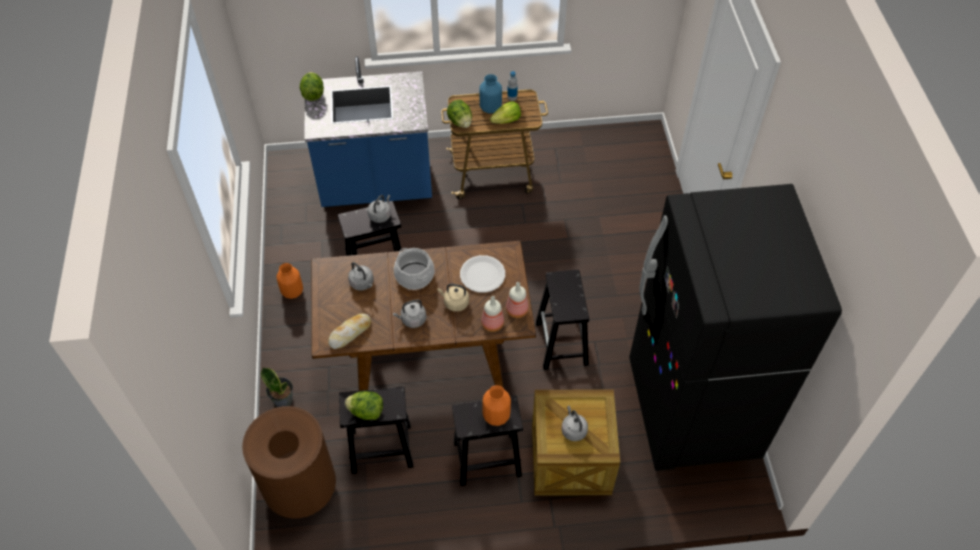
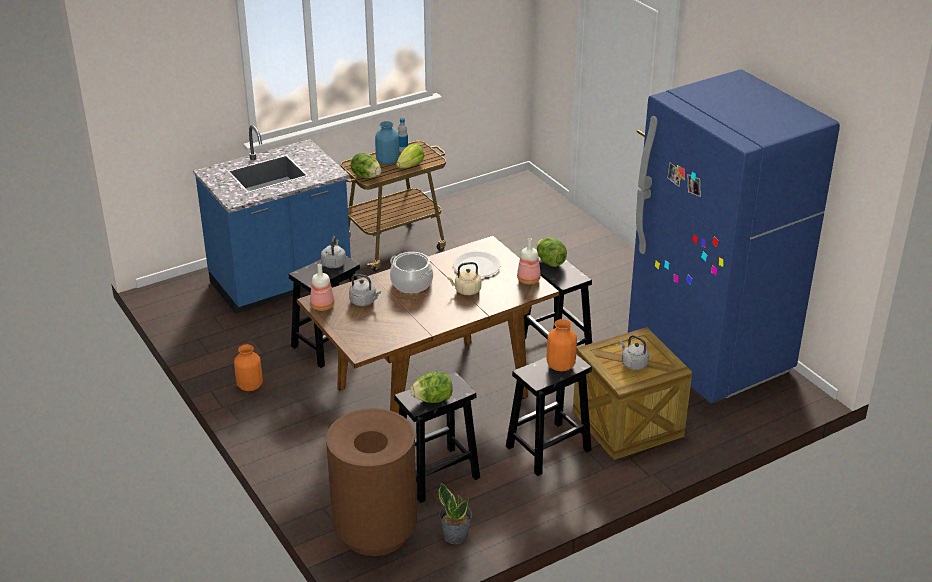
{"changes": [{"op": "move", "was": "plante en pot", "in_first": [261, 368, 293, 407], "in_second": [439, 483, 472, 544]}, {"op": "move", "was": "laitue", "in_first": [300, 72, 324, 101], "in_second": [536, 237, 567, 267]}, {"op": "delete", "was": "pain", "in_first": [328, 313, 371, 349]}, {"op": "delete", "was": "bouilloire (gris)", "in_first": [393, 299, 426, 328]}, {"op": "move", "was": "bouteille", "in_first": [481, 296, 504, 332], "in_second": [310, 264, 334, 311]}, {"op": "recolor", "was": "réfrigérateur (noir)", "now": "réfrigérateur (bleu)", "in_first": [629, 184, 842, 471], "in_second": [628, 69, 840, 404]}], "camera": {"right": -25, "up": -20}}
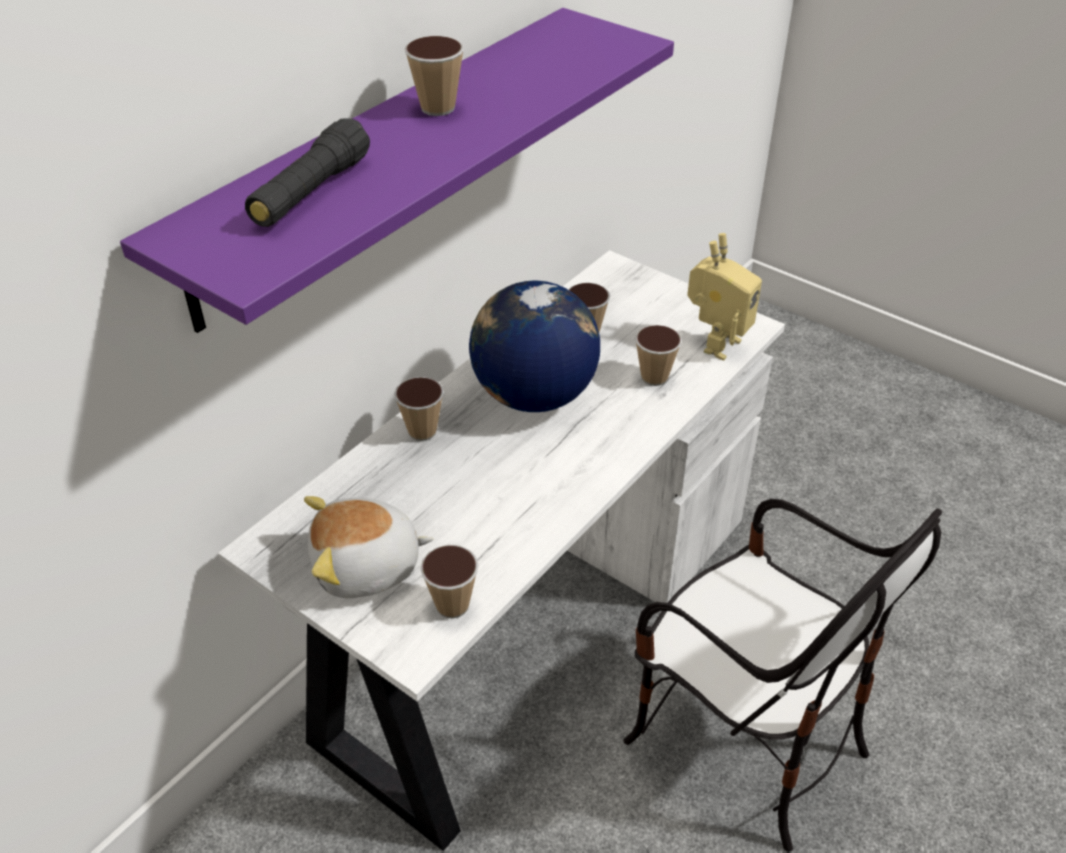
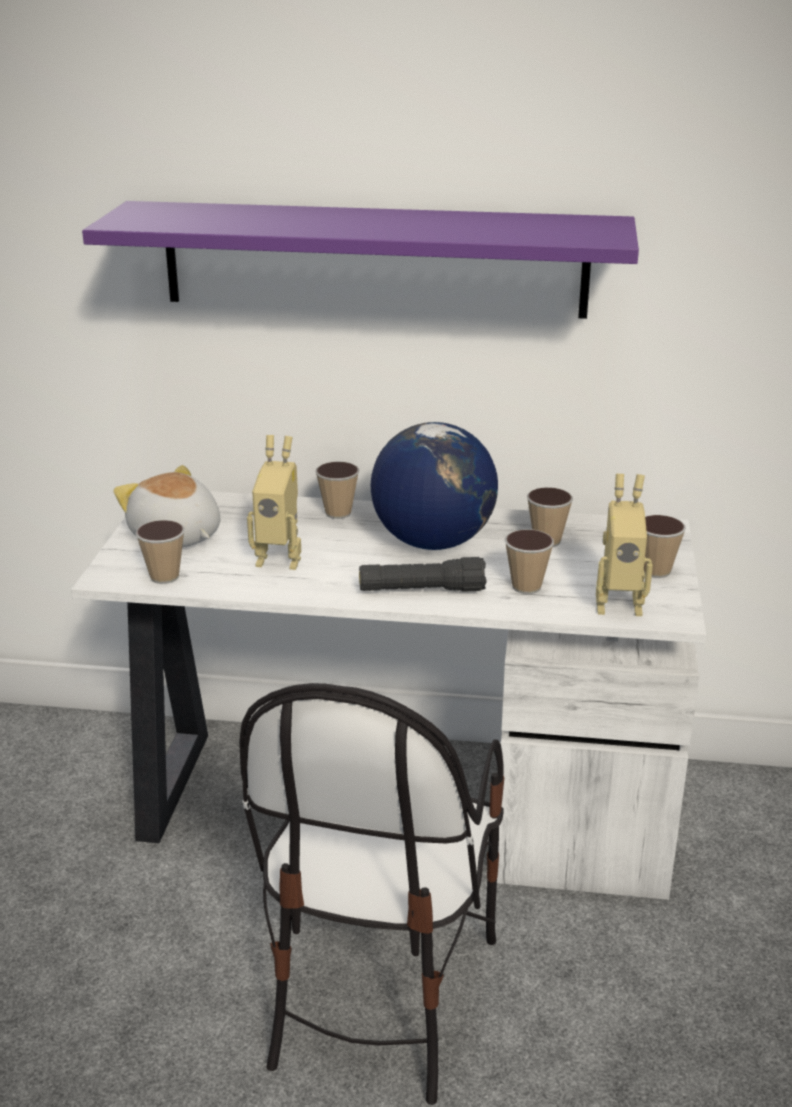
{"changes": [{"op": "move", "was": "lampe de poche (noir)", "in_first": [245, 118, 370, 227], "in_second": [359, 557, 487, 592]}, {"op": "move", "was": "tasse", "in_first": [405, 36, 464, 116], "in_second": [644, 515, 686, 578]}, {"op": "insert", "now": "robot jouet", "in_second": [247, 435, 301, 570]}], "camera": {"right": 60, "up": -15}}
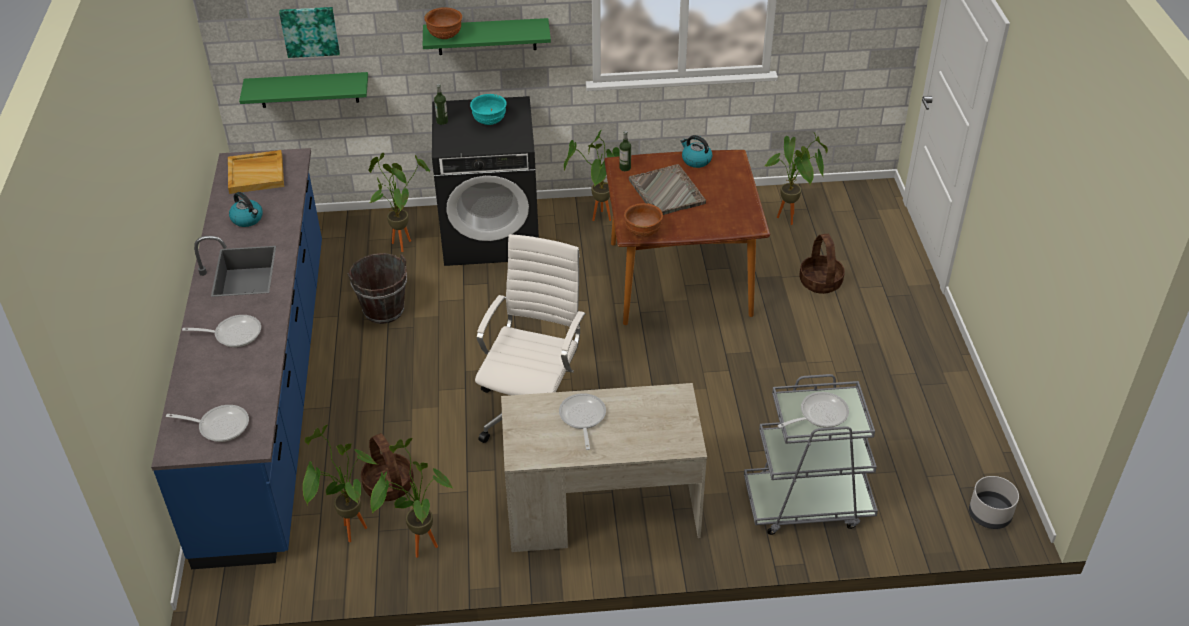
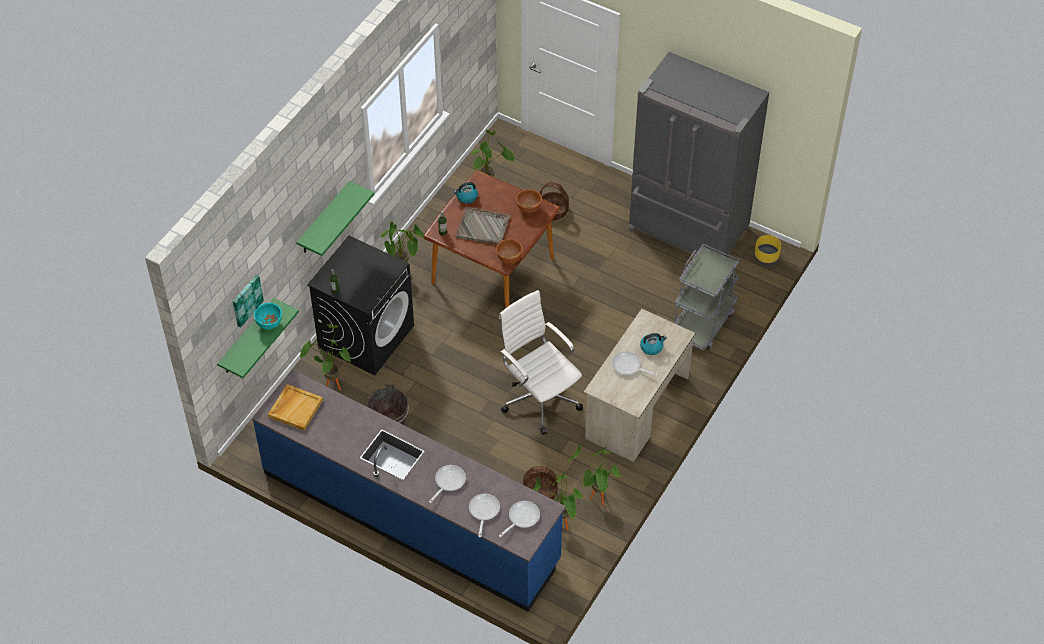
{"changes": [{"op": "move", "was": "bouilloire", "in_first": [229, 192, 263, 227], "in_second": [640, 333, 667, 355]}, {"op": "move", "was": "bol (marron)", "in_first": [424, 7, 462, 39], "in_second": [516, 189, 542, 213]}, {"op": "move", "was": "bol (turquoise)", "in_first": [470, 94, 507, 125], "in_second": [254, 303, 282, 330]}, {"op": "move", "was": "poêle", "in_first": [778, 392, 849, 428], "in_second": [469, 493, 500, 537]}, {"op": "recolor", "was": "cache-pot (gris)", "now": "cache-pot (jaune)", "in_first": [969, 476, 1019, 529], "in_second": [754, 235, 781, 266]}, {"op": "insert", "now": "réfrigérateur (gris)", "in_second": [629, 52, 769, 257]}], "camera": {"right": -55, "up": 10}}
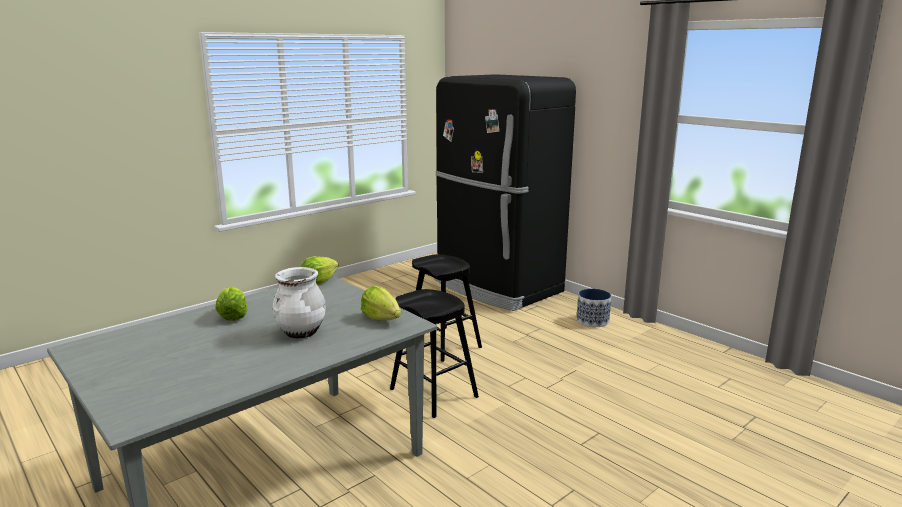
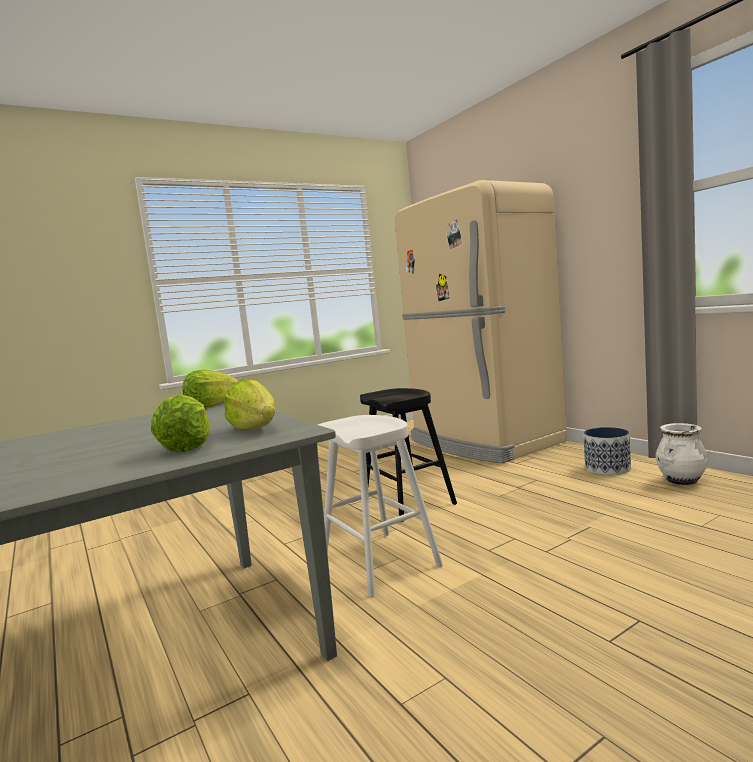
{"changes": [{"op": "move", "was": "laitue", "in_first": [215, 287, 248, 321], "in_second": [151, 394, 210, 453]}, {"op": "move", "was": "vase (blanc)", "in_first": [272, 267, 326, 338], "in_second": [656, 423, 708, 485]}, {"op": "recolor", "was": "tabouret (noir)", "now": "tabouret (blanc)", "in_first": [390, 289, 479, 418], "in_second": [318, 415, 443, 597]}, {"op": "recolor", "was": "réfrigérateur (noir)", "now": "réfrigérateur (beige)", "in_first": [434, 74, 576, 311], "in_second": [395, 180, 567, 464]}], "camera": {"right": 10, "up": -10}}
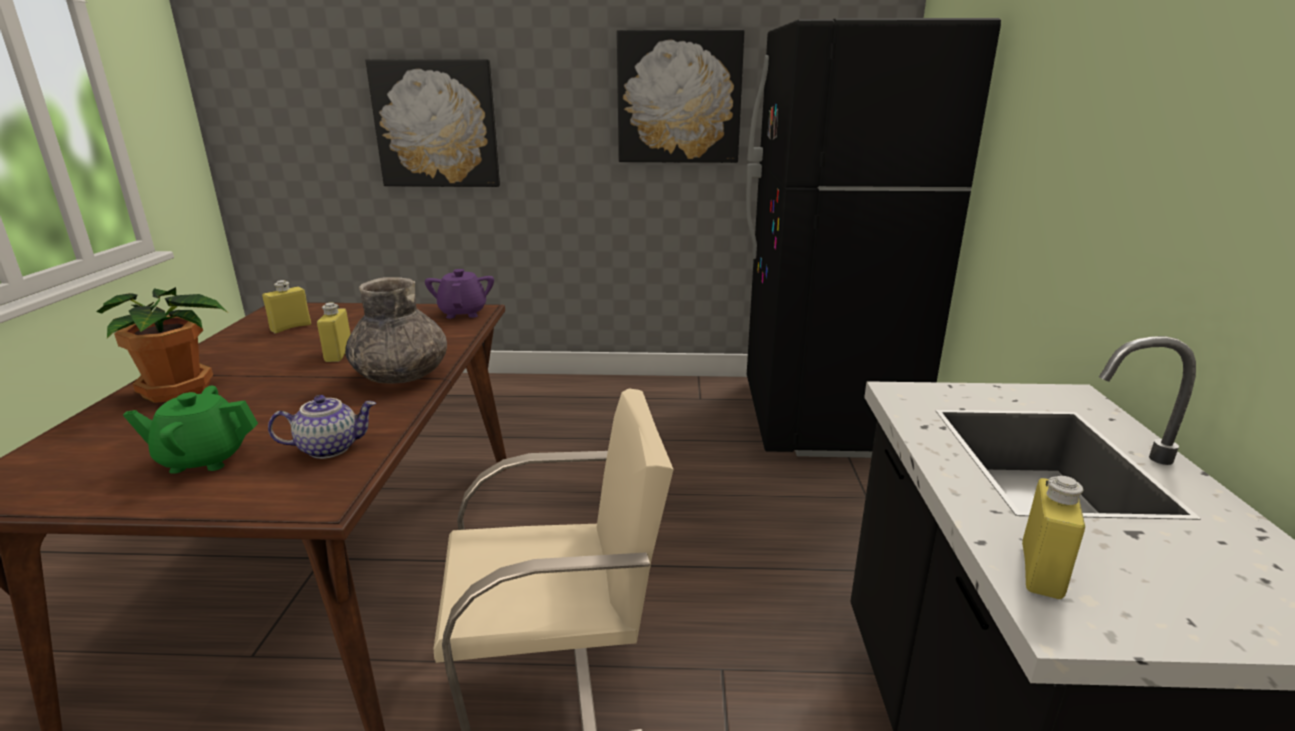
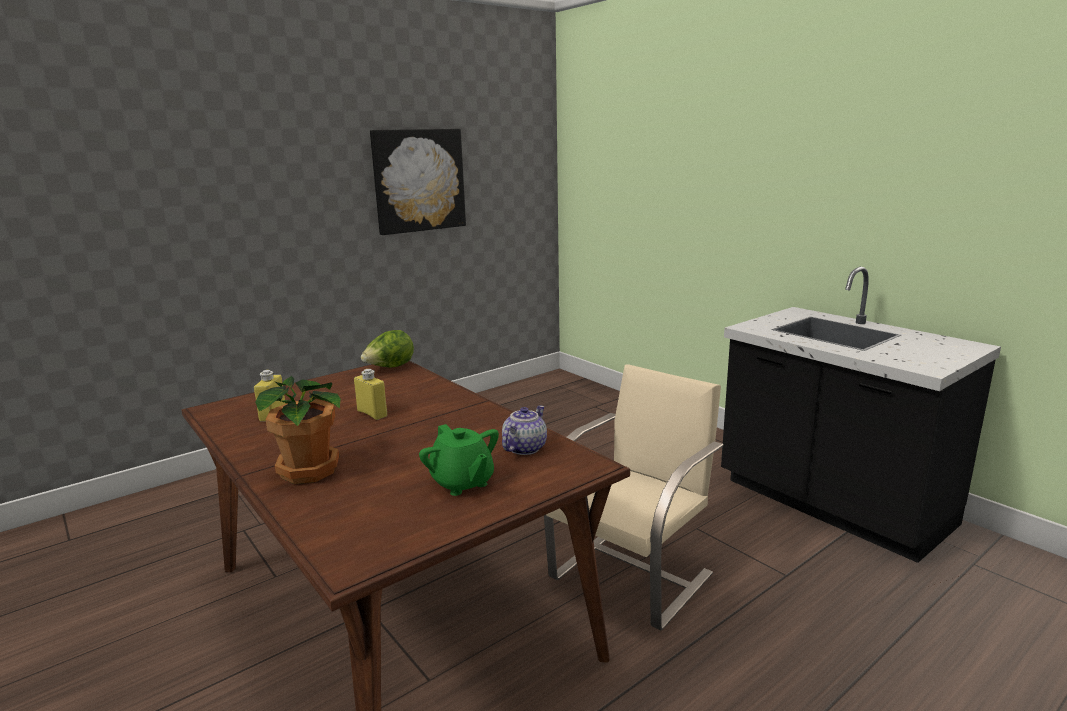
{"changes": [{"op": "rotate", "was": "théière (vert)", "in_first": [123, 386, 258, 474], "in_second": [419, 424, 499, 496], "clockwise": -75}, {"op": "delete", "was": "vase (gris)", "in_first": [345, 277, 447, 384]}, {"op": "delete", "was": "tableau", "in_first": [365, 59, 500, 187]}, {"op": "replace", "was": "théière (violet)", "now": "laitue", "in_first": [425, 269, 494, 319], "in_second": [361, 330, 414, 367]}, {"op": "delete", "was": "réfrigérateur (noir)", "in_first": [746, 18, 1001, 458]}, {"op": "delete", "was": "bouteille (jaune)", "in_first": [1022, 476, 1085, 599]}], "camera": {"right": -40, "up": -5}}
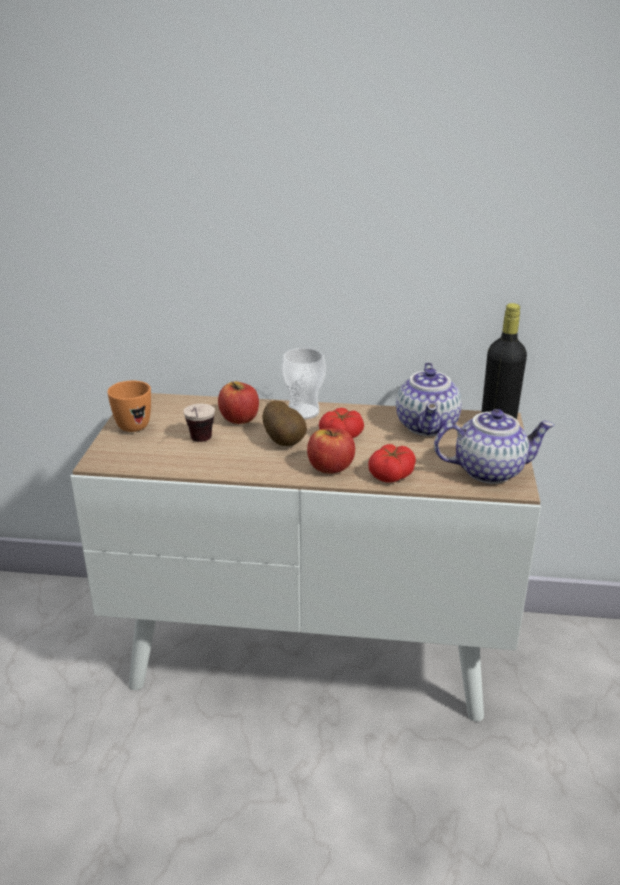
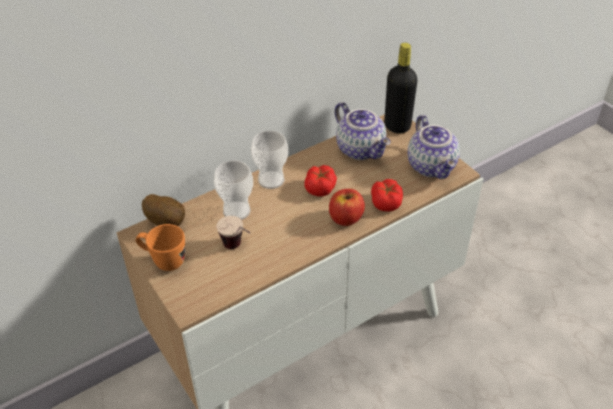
{"changes": [{"op": "replace", "was": "pomme", "now": "tasse", "in_first": [218, 381, 259, 424], "in_second": [214, 161, 253, 220]}, {"op": "move", "was": "pomme de terre", "in_first": [263, 400, 307, 446], "in_second": [142, 194, 185, 226]}, {"op": "rotate", "was": "théière", "in_first": [434, 409, 555, 484], "in_second": [408, 115, 460, 179], "clockwise": 120}], "camera": {"right": -40, "up": 15}}
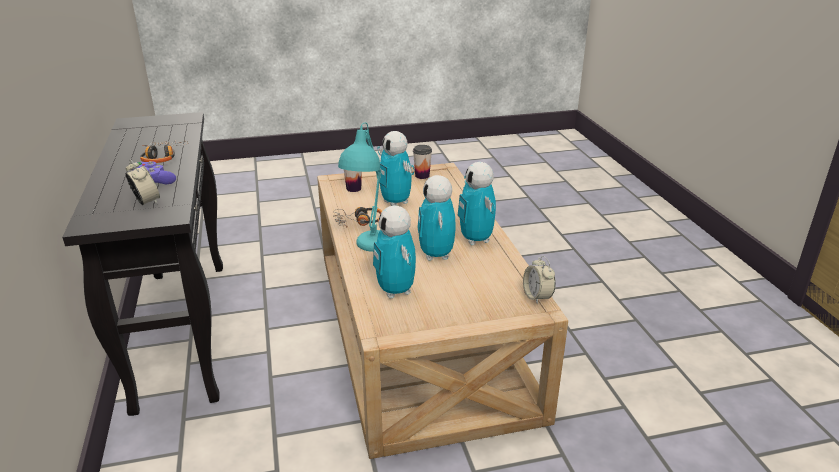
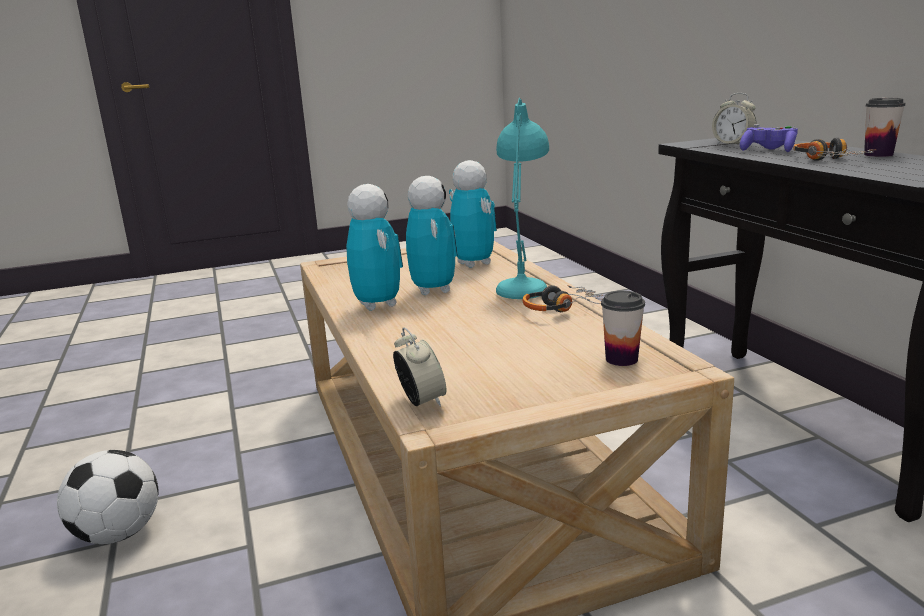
{"changes": [{"op": "delete", "was": "robot jouet", "in_first": [377, 131, 415, 206]}, {"op": "move", "was": "tasse", "in_first": [413, 145, 432, 179], "in_second": [864, 98, 906, 157]}, {"op": "move", "was": "réveil", "in_first": [523, 256, 556, 305], "in_second": [393, 327, 446, 407]}, {"op": "insert", "now": "ballon de foot", "in_second": [57, 450, 159, 544]}], "camera": {"right": 175, "up": -10}}
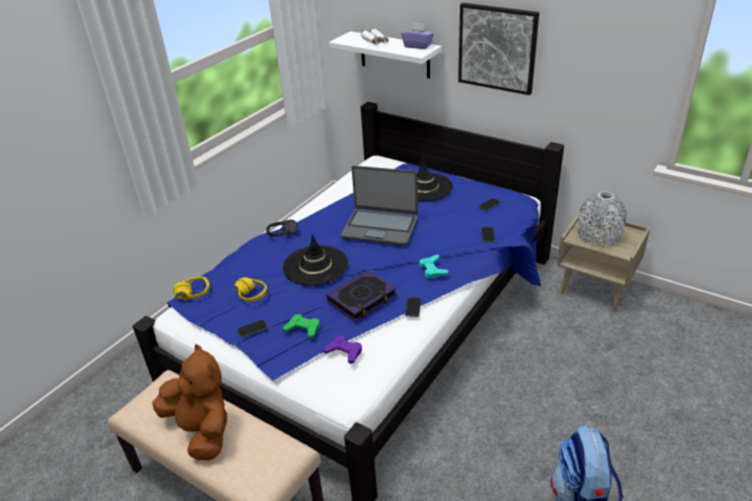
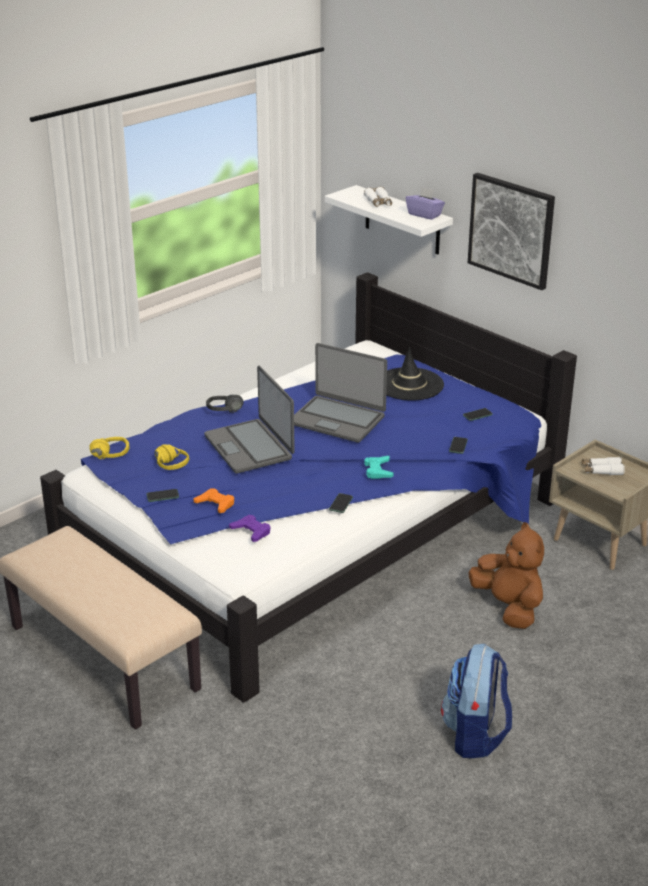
{"changes": [{"op": "move", "was": "peluche (marron)", "in_first": [152, 344, 227, 460], "in_second": [468, 522, 544, 629]}, {"op": "replace", "was": "chapeau (noir)", "now": "ordinateur portable", "in_first": [283, 234, 348, 286], "in_second": [204, 366, 295, 474]}, {"op": "recolor", "was": "manette (vert)", "now": "manette (orange)", "in_first": [283, 314, 320, 339], "in_second": [194, 488, 234, 513]}, {"op": "delete", "was": "livre", "in_first": [327, 269, 397, 321]}, {"op": "replace", "was": "vase (gris)", "now": "jumelles (blanc)", "in_first": [577, 191, 627, 247], "in_second": [582, 457, 625, 475]}], "camera": {"right": 10, "up": -5}}
